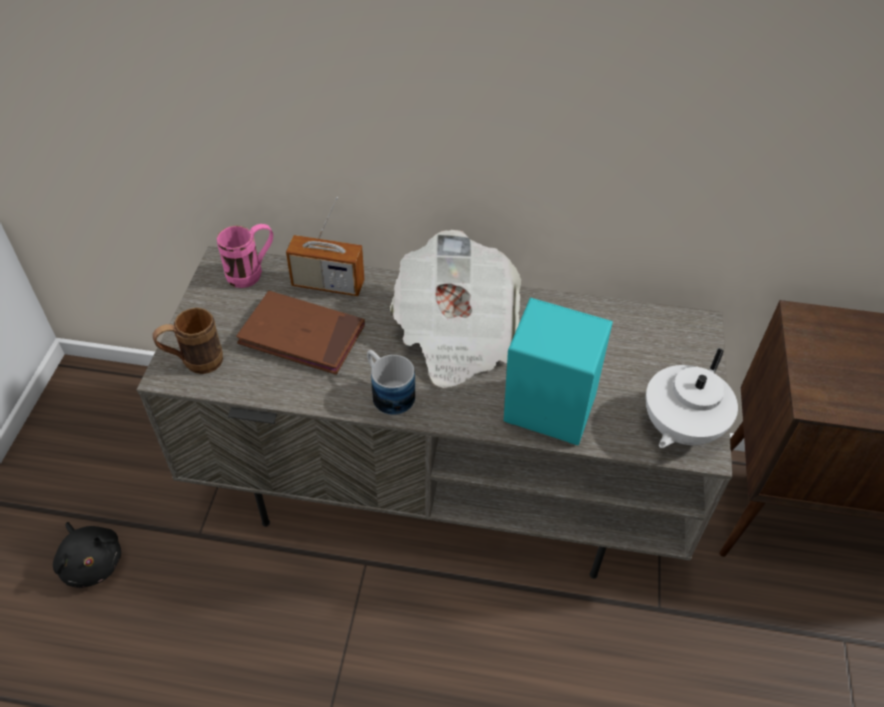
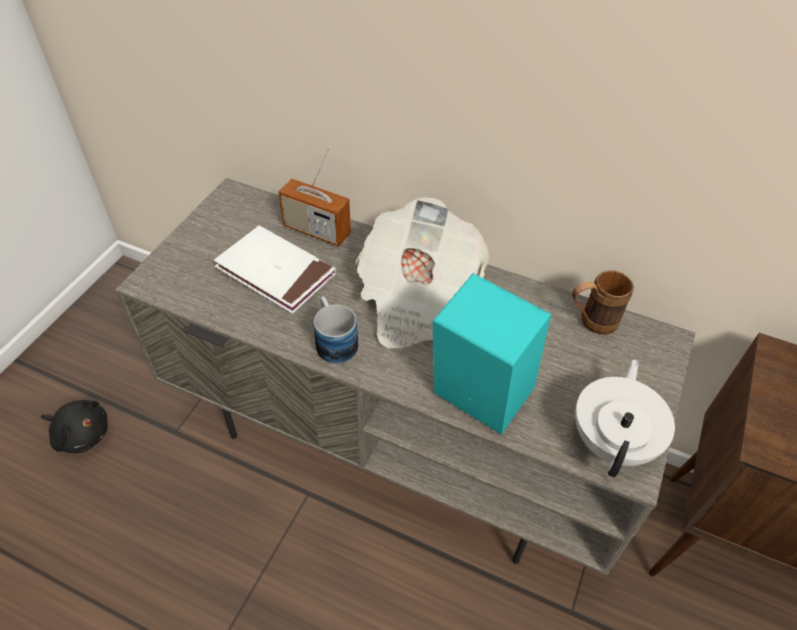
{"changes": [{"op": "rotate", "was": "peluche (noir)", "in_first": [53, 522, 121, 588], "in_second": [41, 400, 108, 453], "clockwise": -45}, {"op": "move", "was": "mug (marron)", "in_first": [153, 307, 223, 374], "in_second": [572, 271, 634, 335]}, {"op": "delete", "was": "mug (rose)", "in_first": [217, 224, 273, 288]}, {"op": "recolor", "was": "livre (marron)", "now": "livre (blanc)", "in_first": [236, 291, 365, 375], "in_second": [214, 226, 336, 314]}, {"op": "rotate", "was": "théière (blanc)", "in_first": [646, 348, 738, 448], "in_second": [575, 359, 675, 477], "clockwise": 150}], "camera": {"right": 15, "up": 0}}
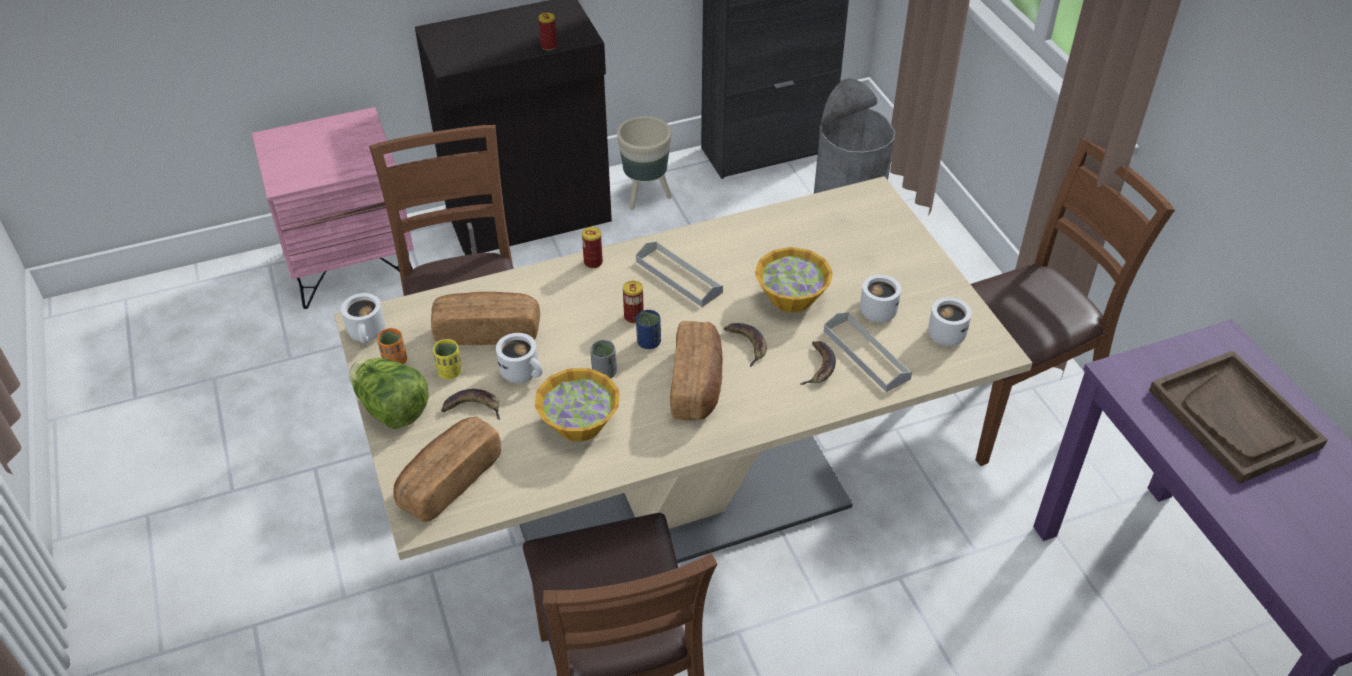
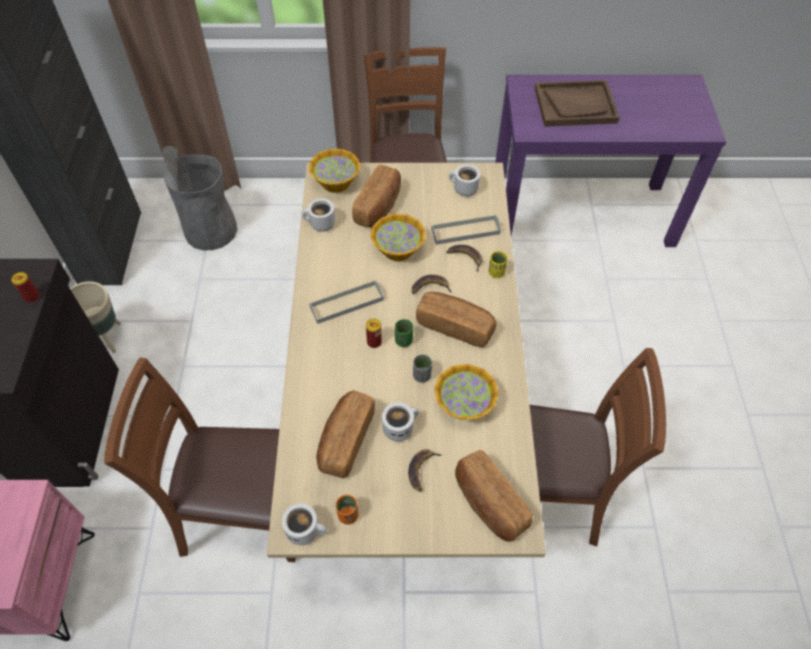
{"changes": [{"op": "delete", "was": "laitue", "in_first": [349, 358, 429, 429]}, {"op": "move", "was": "tasse (jaune)", "in_first": [433, 339, 462, 379], "in_second": [488, 251, 508, 278]}, {"op": "delete", "was": "boîte métallique", "in_first": [582, 227, 603, 268]}, {"op": "recolor", "was": "tasse (bleu)", "now": "tasse (vert)", "in_first": [636, 310, 661, 349], "in_second": [395, 319, 413, 347]}, {"op": "move", "was": "mug (blanc)", "in_first": [860, 275, 901, 323], "in_second": [302, 199, 335, 232]}, {"op": "insert", "now": "bol", "in_second": [309, 149, 360, 193]}, {"op": "insert", "now": "pain", "in_second": [352, 164, 401, 227]}], "camera": {"right": -70, "up": 10}}
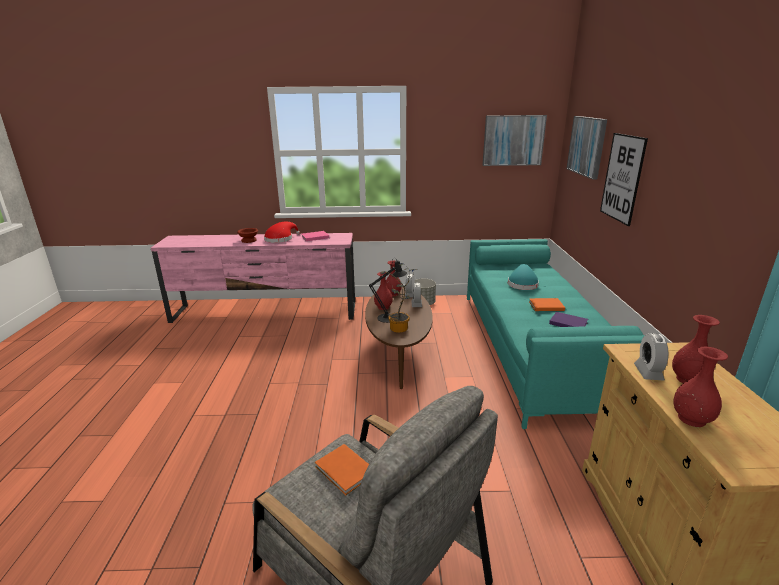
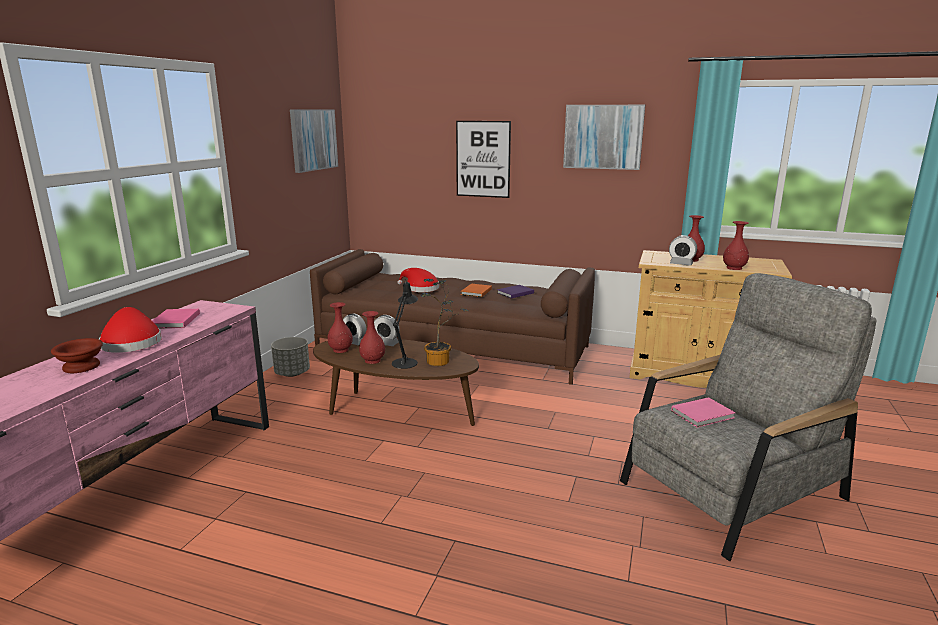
{"changes": [{"op": "recolor", "was": "livre (orange)", "now": "livre (rose)", "in_first": [315, 444, 369, 495], "in_second": [671, 397, 736, 427]}, {"op": "recolor", "was": "canapé (turquoise)", "now": "canapé (marron)", "in_first": [467, 239, 645, 429], "in_second": [310, 249, 595, 385]}, {"op": "recolor", "was": "chapeau (turquoise)", "now": "chapeau (rouge)", "in_first": [508, 264, 539, 290], "in_second": [398, 268, 439, 292]}, {"op": "move", "was": "tableau", "in_first": [567, 116, 607, 180], "in_second": [563, 105, 645, 170]}], "camera": {"right": -70, "up": -5}}
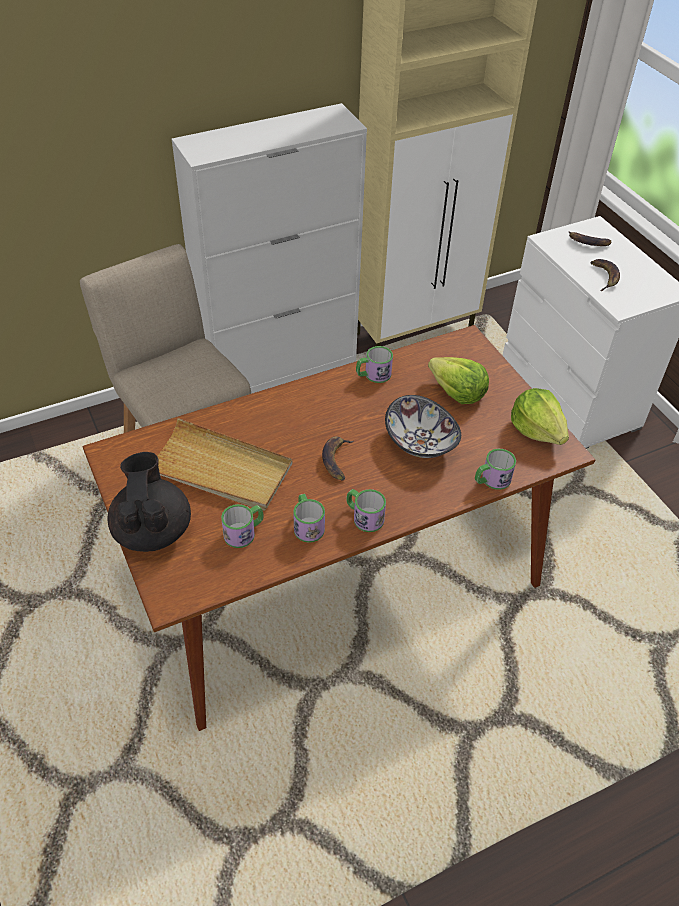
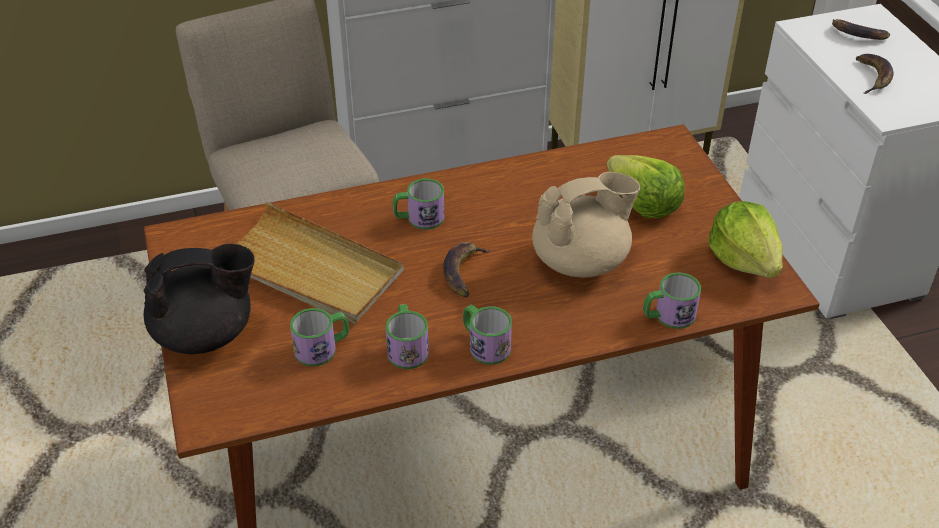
{"changes": [{"op": "rotate", "was": "théière (noir)", "in_first": [107, 452, 191, 552], "in_second": [143, 243, 255, 354], "clockwise": 75}, {"op": "move", "was": "mug", "in_first": [356, 346, 393, 383], "in_second": [393, 179, 444, 230]}, {"op": "replace", "was": "bol", "now": "théière (beige)", "in_first": [385, 395, 461, 458], "in_second": [532, 172, 640, 277]}], "camera": {"right": 10, "up": -5}}
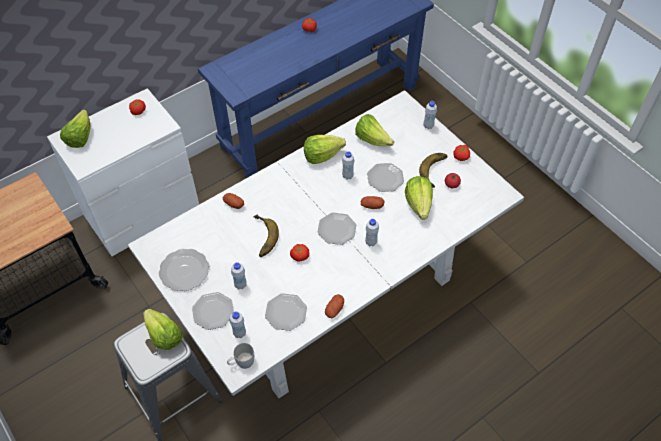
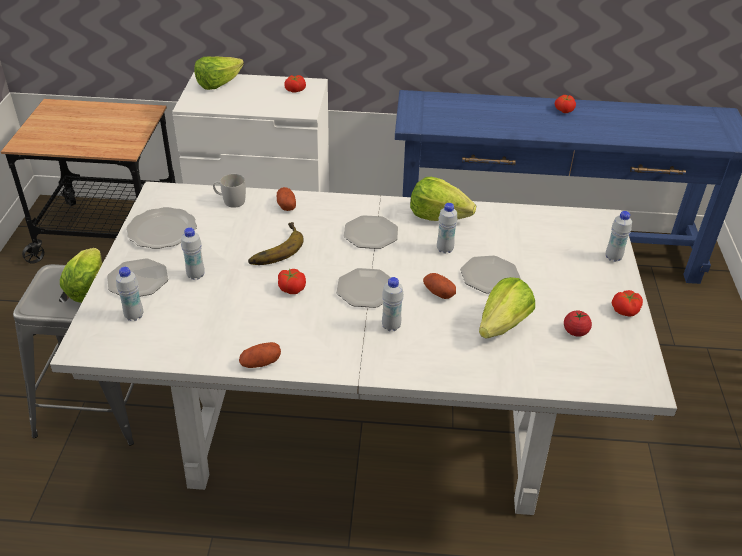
{"changes": [{"op": "move", "was": "mug (blanc)", "in_first": [227, 343, 254, 369], "in_second": [213, 174, 246, 208]}, {"op": "move", "was": "assiette", "in_first": [265, 293, 307, 331], "in_second": [344, 215, 398, 249]}, {"op": "delete", "was": "laitue", "in_first": [355, 114, 395, 146]}, {"op": "delete", "was": "banane", "in_first": [419, 153, 447, 188]}], "camera": {"right": 40, "up": -15}}
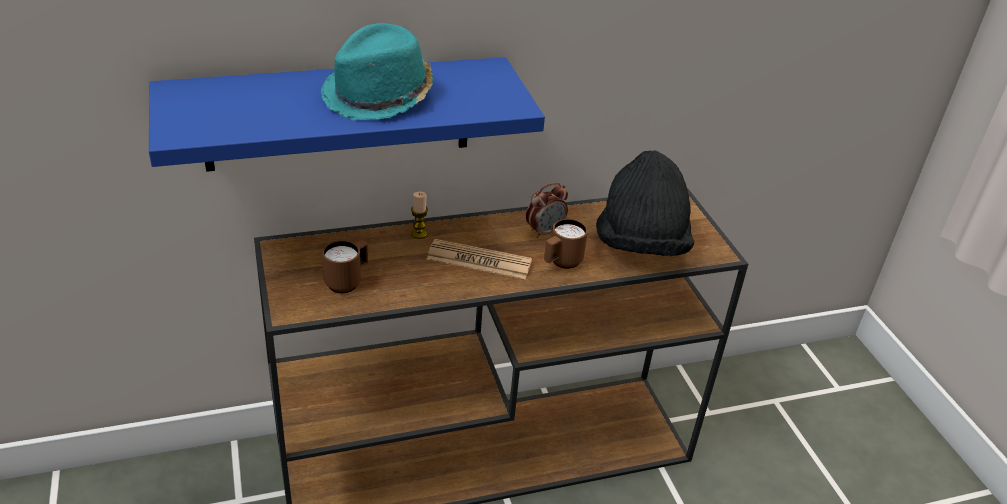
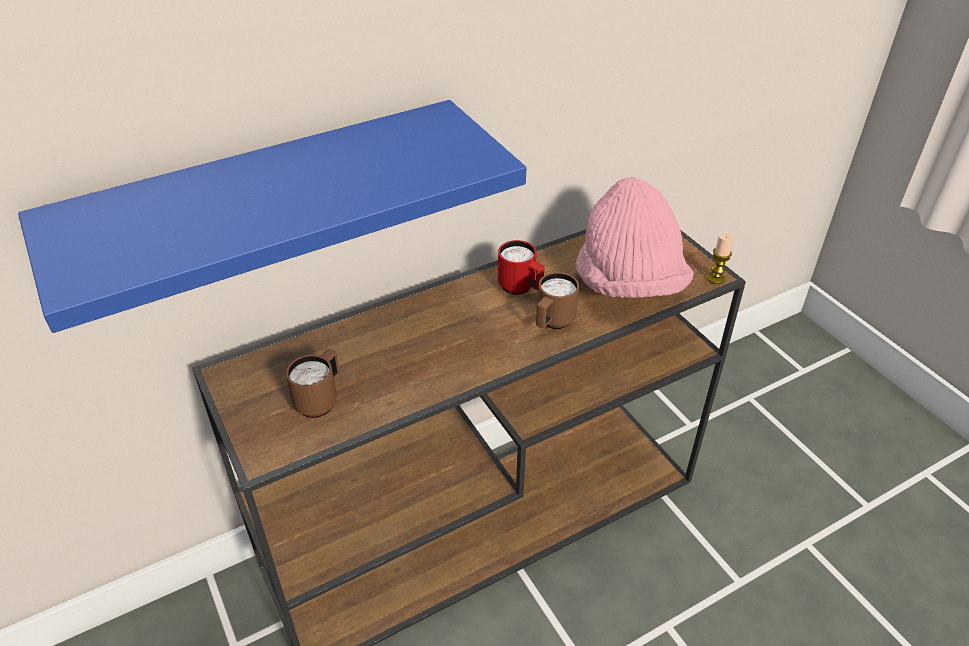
{"changes": [{"op": "delete", "was": "chapeau (turquoise)", "in_first": [321, 23, 433, 120]}, {"op": "move", "was": "bougie", "in_first": [411, 192, 428, 239], "in_second": [707, 233, 734, 284]}, {"op": "delete", "was": "journal", "in_first": [427, 239, 532, 279]}, {"op": "replace", "was": "réveil", "now": "mug (rouge)", "in_first": [526, 183, 568, 238], "in_second": [498, 240, 545, 295]}, {"op": "recolor", "was": "chapeau (noir)", "now": "chapeau (rose)", "in_first": [596, 150, 694, 256], "in_second": [575, 177, 694, 298]}], "camera": {"right": -10, "up": 5}}
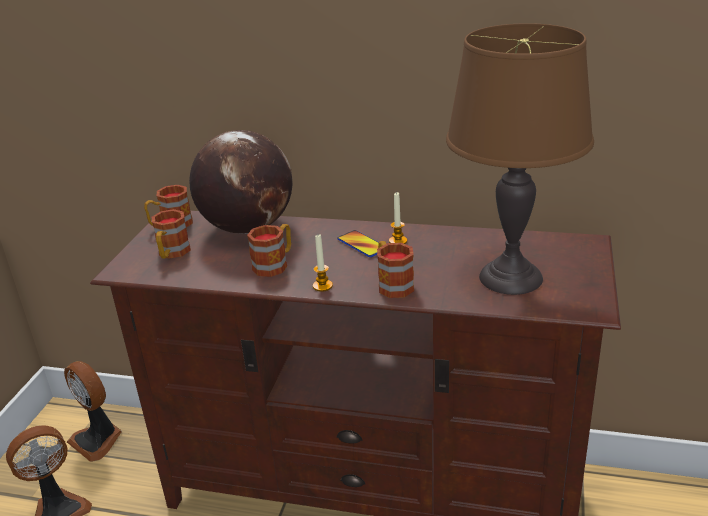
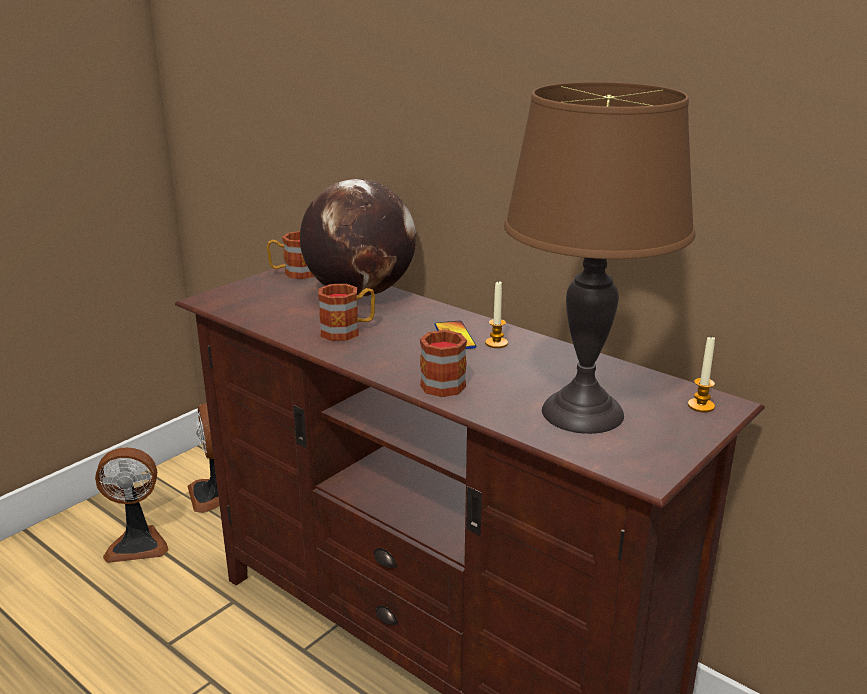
{"changes": [{"op": "delete", "was": "mug", "in_first": [152, 209, 191, 259]}, {"op": "move", "was": "bougie", "in_first": [313, 234, 333, 292], "in_second": [688, 335, 715, 412]}], "camera": {"right": 25, "up": -5}}
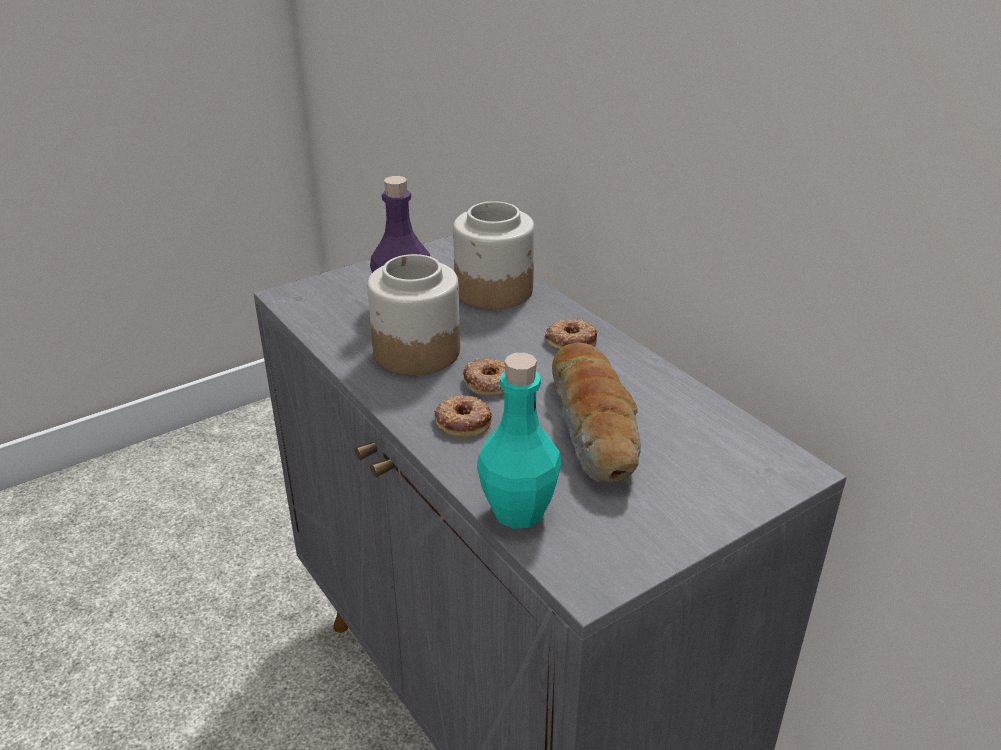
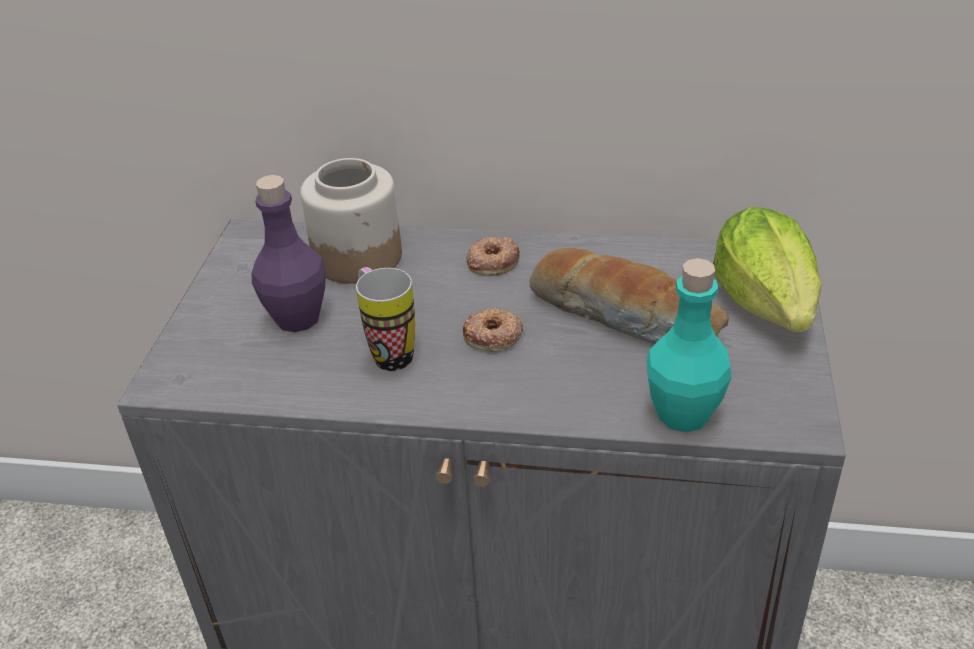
{"changes": [{"op": "replace", "was": "bocal", "now": "mug", "in_first": [367, 254, 460, 375], "in_second": [356, 267, 415, 371]}, {"op": "delete", "was": "beignet", "in_first": [434, 395, 492, 437]}, {"op": "insert", "now": "laitue", "in_second": [713, 207, 822, 332]}], "camera": {"right": -45, "up": 5}}
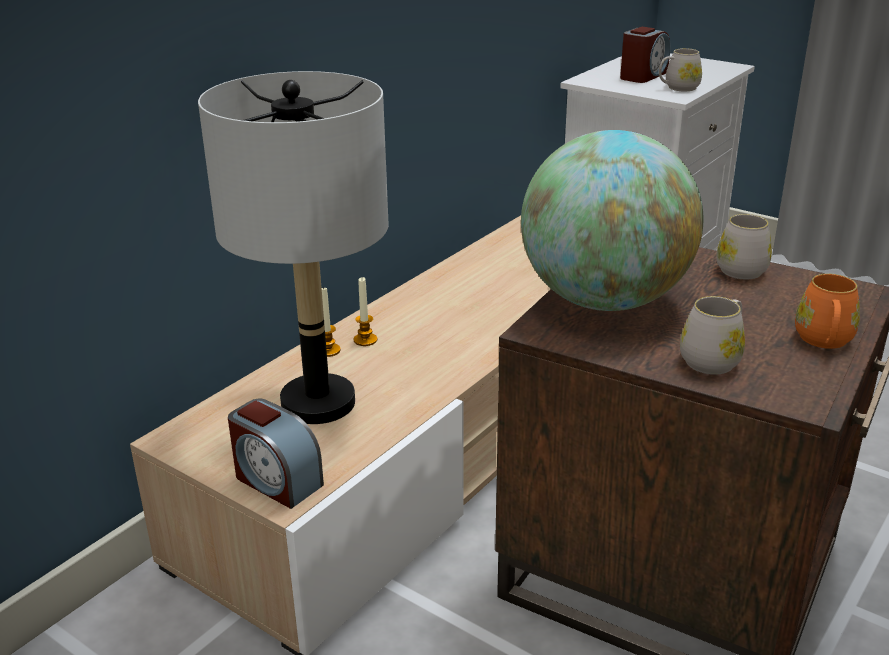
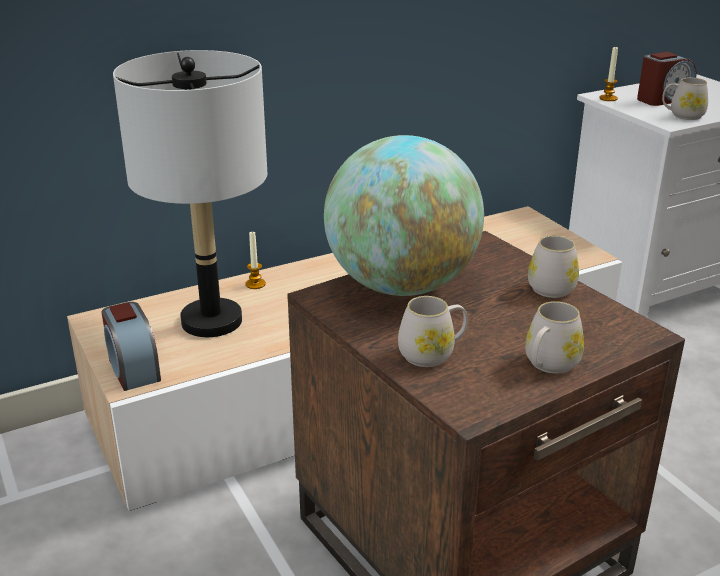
{"changes": [{"op": "move", "was": "bougie", "in_first": [354, 277, 377, 346], "in_second": [599, 46, 618, 101]}, {"op": "recolor", "was": "mug (orange)", "now": "mug (blanc)", "in_first": [795, 274, 860, 349], "in_second": [525, 301, 584, 374]}], "camera": {"right": 25, "up": 0}}
